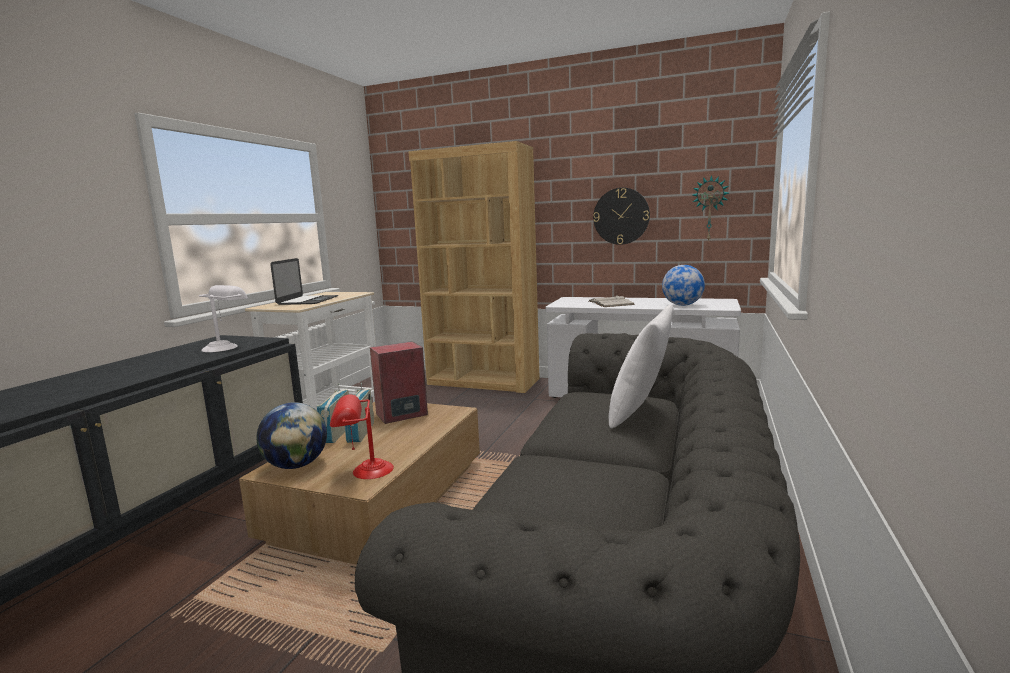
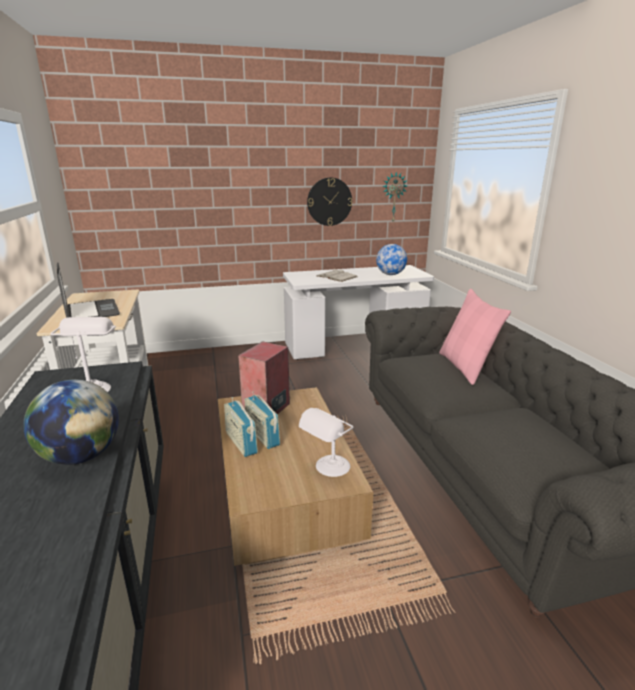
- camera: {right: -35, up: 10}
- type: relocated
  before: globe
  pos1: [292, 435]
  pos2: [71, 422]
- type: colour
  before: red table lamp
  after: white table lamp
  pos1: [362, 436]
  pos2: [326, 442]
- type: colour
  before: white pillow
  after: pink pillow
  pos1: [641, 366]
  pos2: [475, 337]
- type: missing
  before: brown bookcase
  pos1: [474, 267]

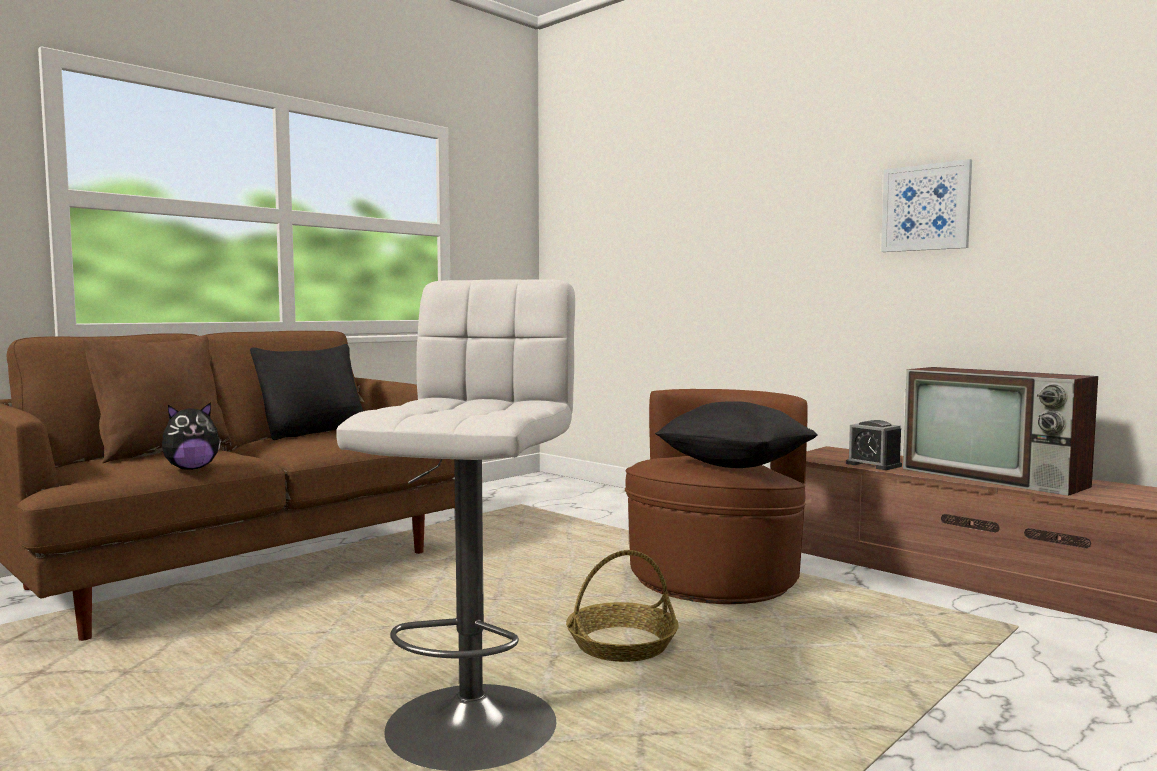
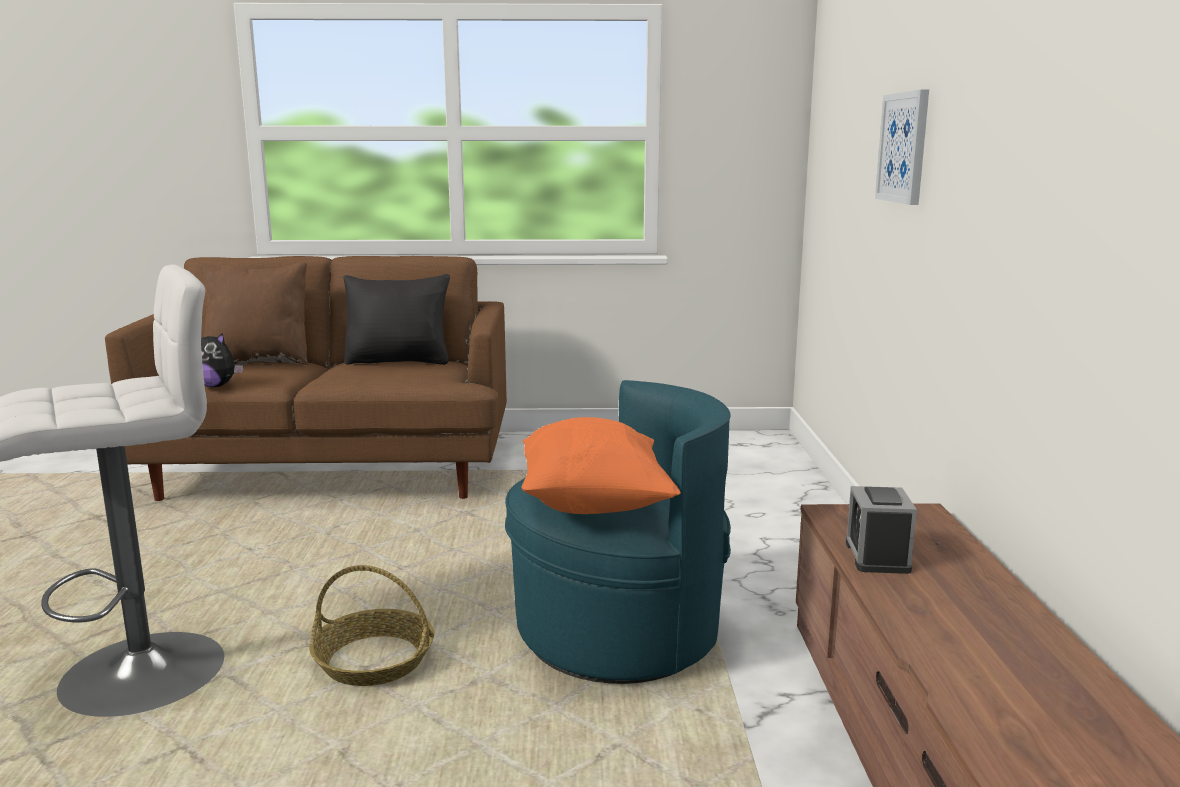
- camera: {right: 45, up: 10}
- type: colour
  before: brown armchair
  after: turquoise armchair
  pos1: [716, 496]
  pos2: [618, 532]
- type: colour
  before: black pillow
  after: orange pillow
  pos1: [736, 434]
  pos2: [601, 465]
- type: relocated
  before: picture
  pos1: [926, 205]
  pos2: [902, 147]
- type: missing
  before: television
  pos1: [1000, 431]

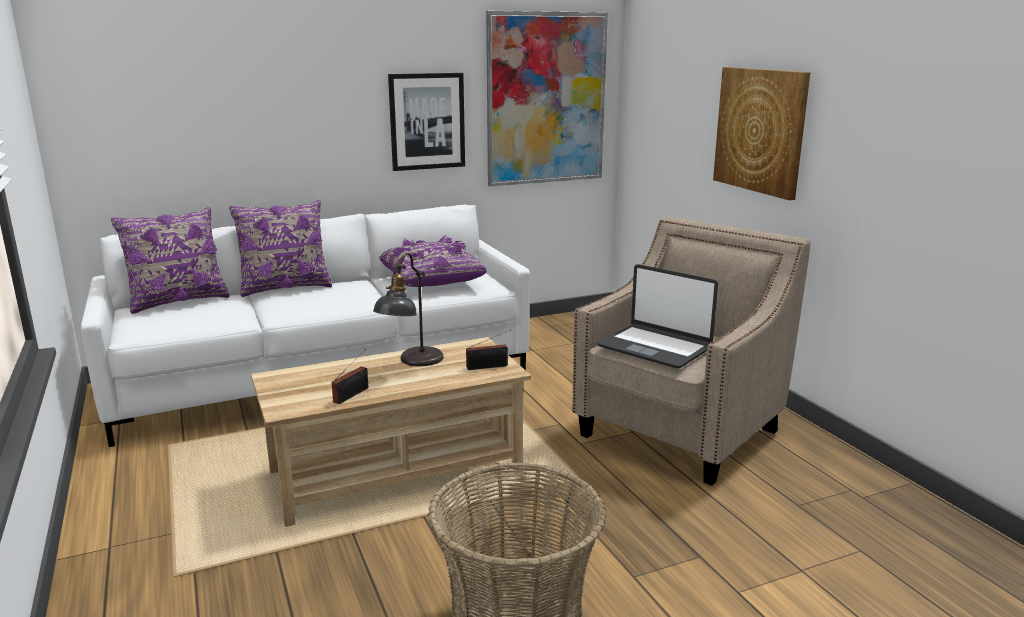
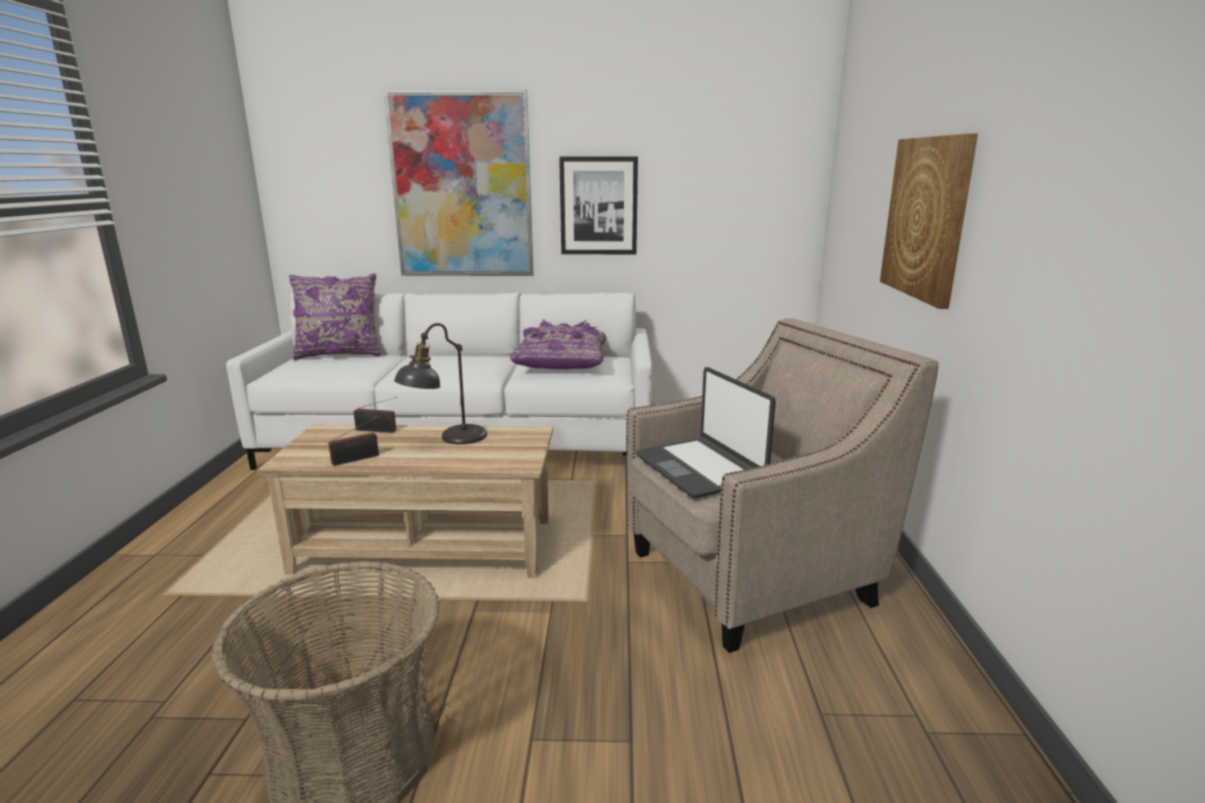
- camera: {right: 25, up: 0}
- type: relocated
  before: radio
  pos1: [488, 350]
  pos2: [375, 415]
- type: relocated
  before: picture
  pos1: [547, 98]
  pos2: [458, 183]
- type: missing
  before: purple pillow
  pos1: [280, 248]

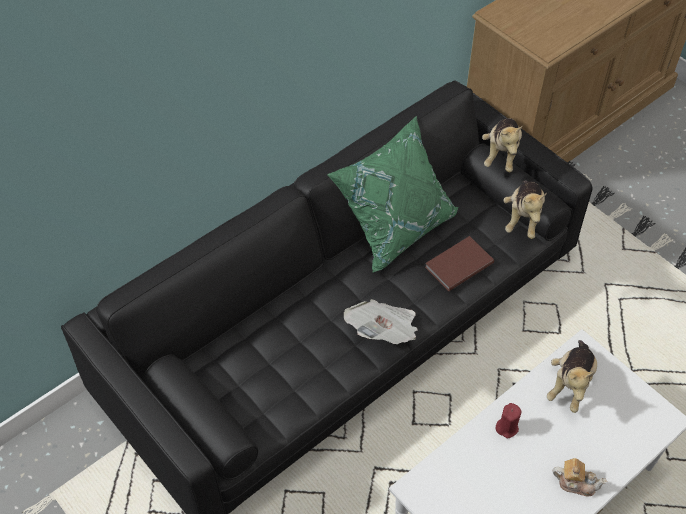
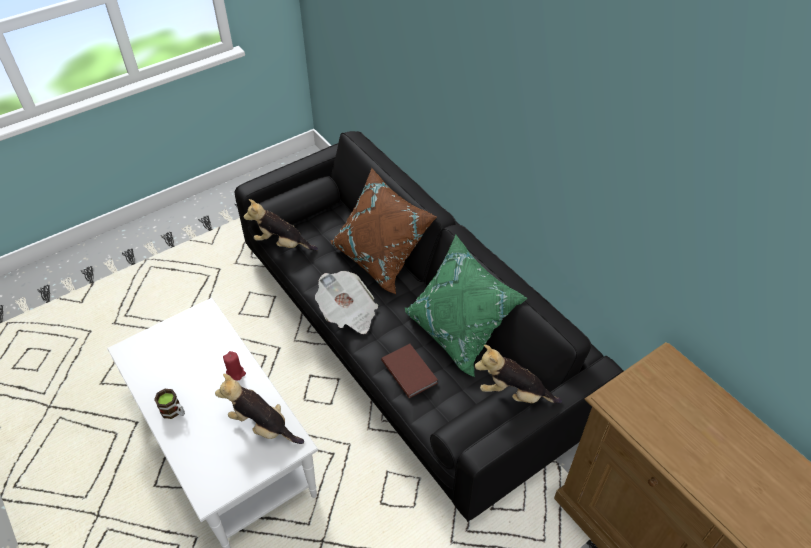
- camera: {right: 95, up: -5}
- type: exchanged
  before: teapot
  after: mug
  pos1: [580, 477]
  pos2: [169, 404]
- type: relocated
  before: plush toy
  pos1: [525, 209]
  pos2: [281, 225]
- type: appeared
  after: brown pillow
  pos2: [383, 231]

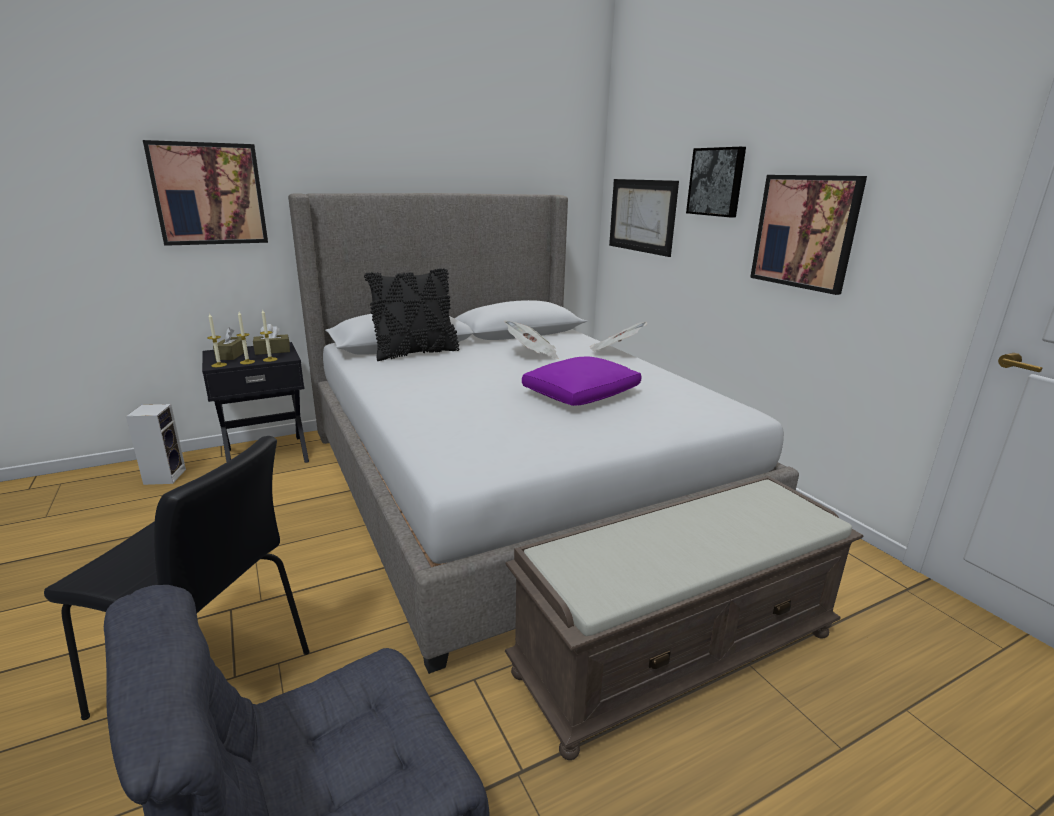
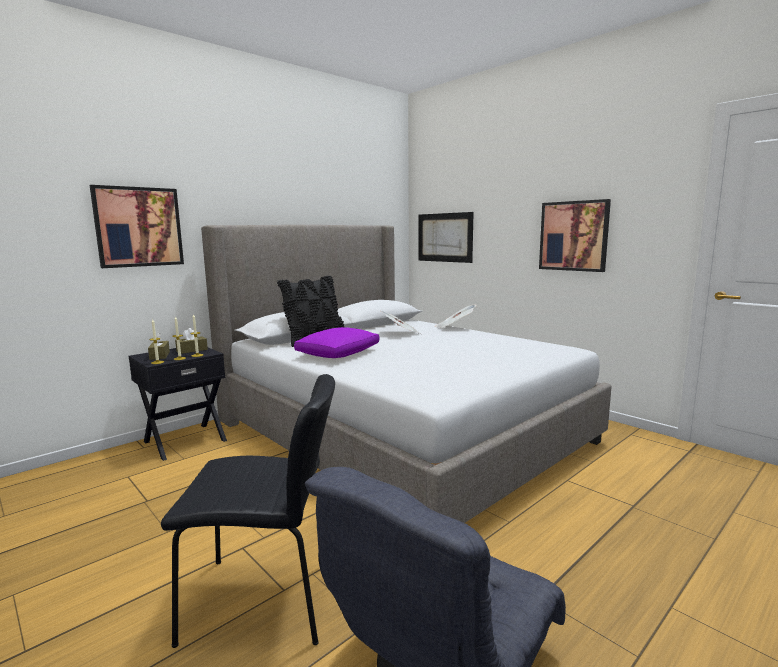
- camera: {right: -15, up: -10}
- type: relocated
  before: purple pillow
  pos1: [582, 381]
  pos2: [336, 342]
- type: missing
  before: speaker
  pos1: [156, 444]
- type: missing
  before: brown bench
  pos1: [684, 618]
- type: missing
  before: picture
  pos1: [716, 182]

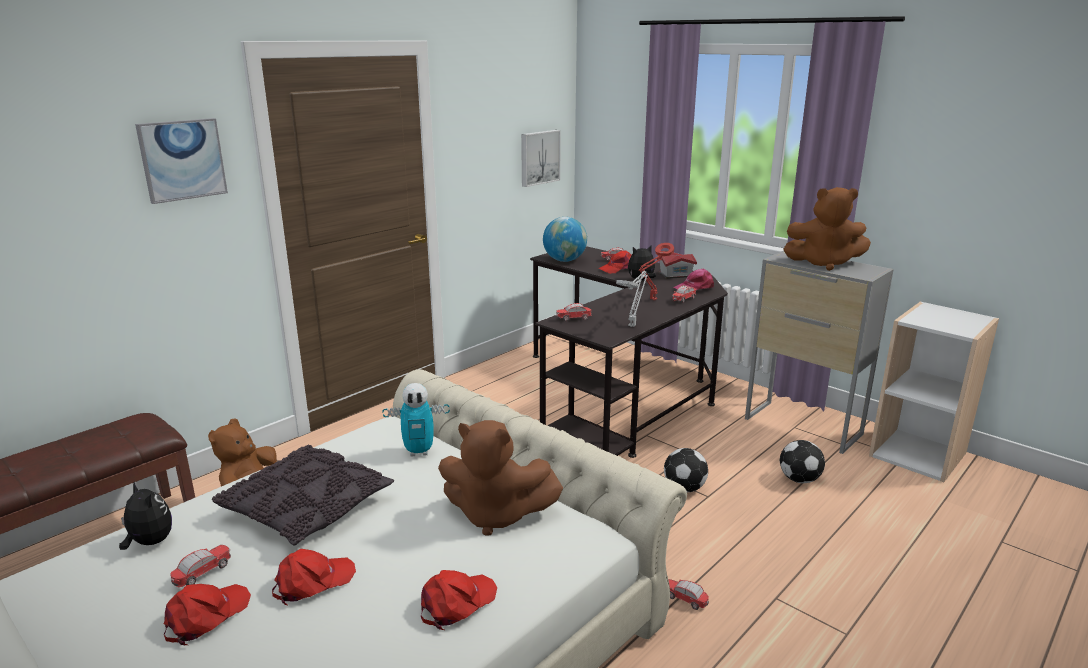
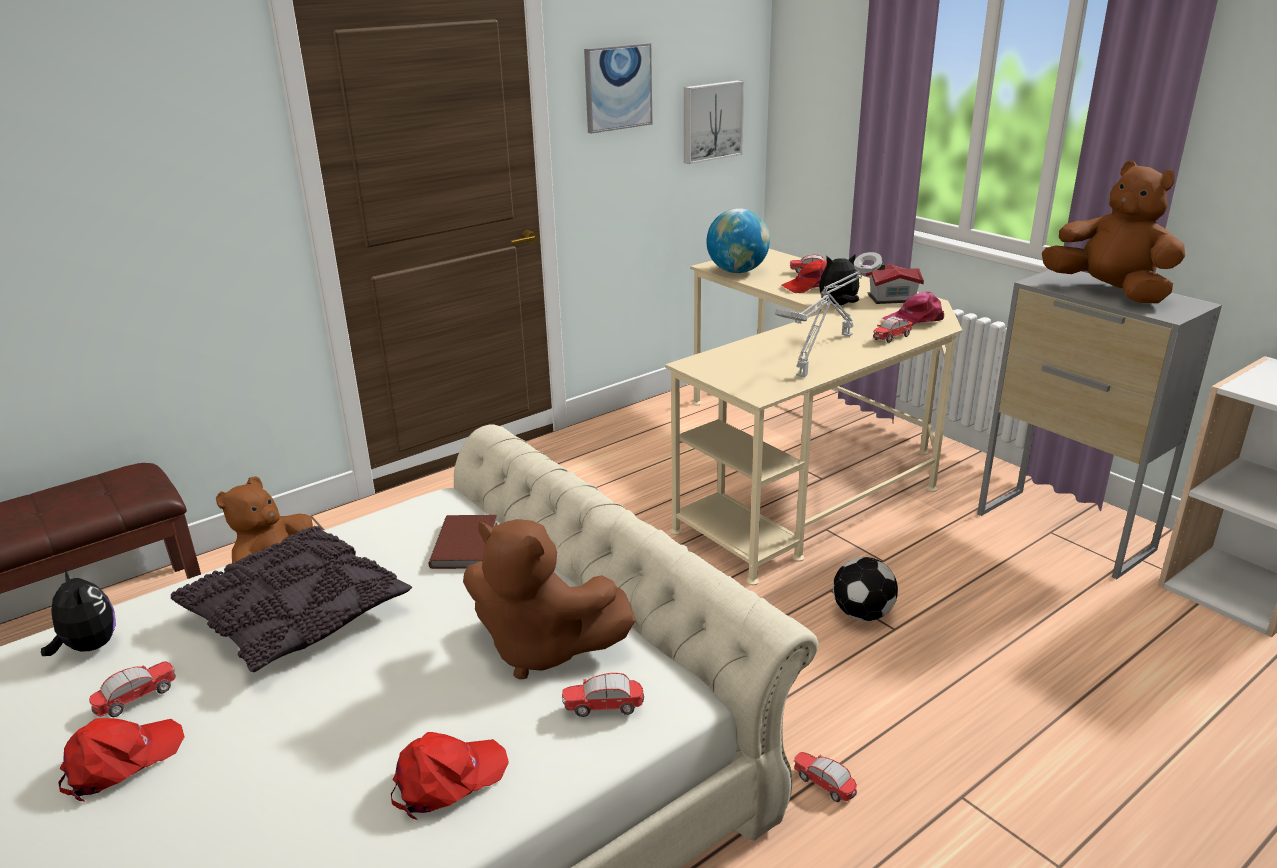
- camera: {right: 10, up: 5}
- type: exchanged
  before: toy robot
  after: brown book
  pos1: [416, 420]
  pos2: [463, 542]
- type: relocated
  before: toy car
  pos1: [574, 312]
  pos2: [603, 695]
- type: relocated
  before: picture
  pos1: [181, 161]
  pos2: [618, 88]
- type: colour
  before: black desk
  after: beige desk
  pos1: [629, 352]
  pos2: [813, 417]
- type: colour
  before: red table lamp
  after: grey table lamp
  pos1: [656, 271]
  pos2: [851, 294]
- type: spun
  before: brown plush toy
  pos1: [827, 229]
  pos2: [1113, 232]
  turn: -150
- type: missing
  before: red cap
  pos1: [314, 577]
- type: missing
  before: football
  pos1: [802, 461]

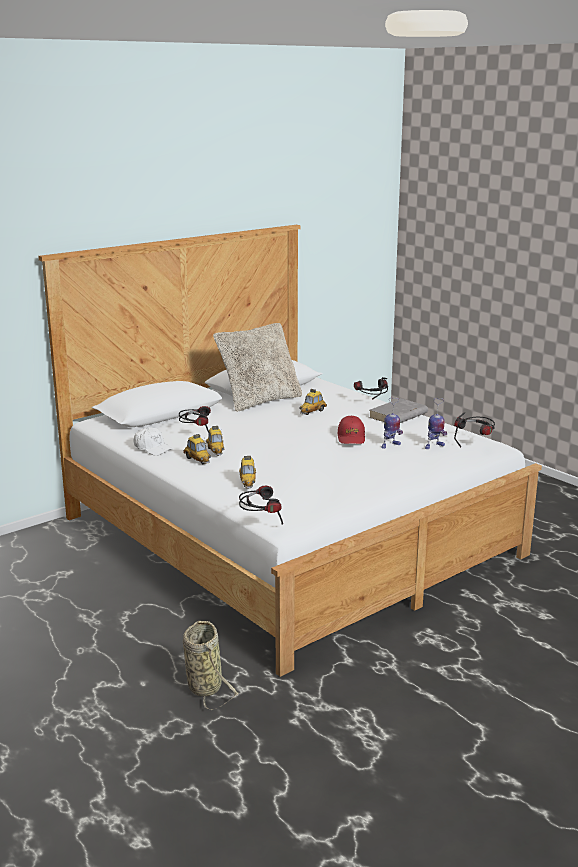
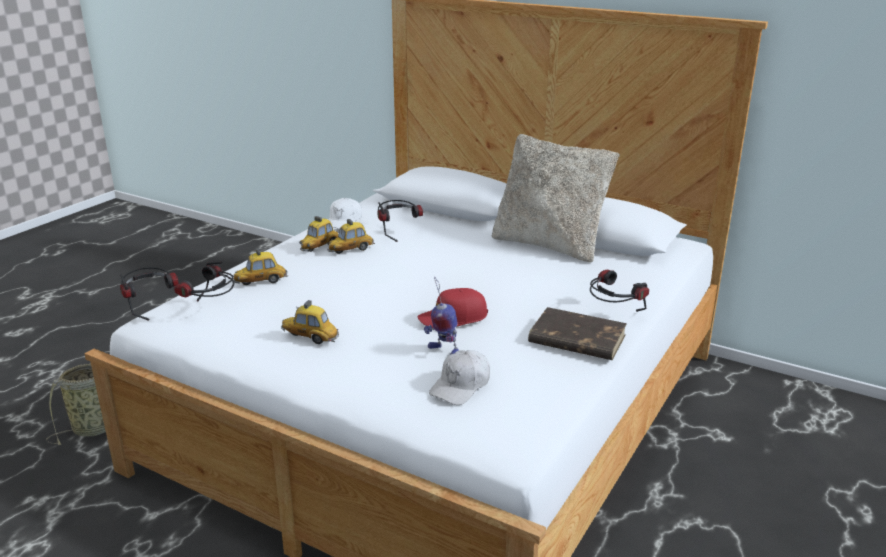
- camera: {right: 70, up: 5}
- type: relocated
  before: headphones
  pos1: [474, 429]
  pos2: [204, 281]
- type: relocated
  before: toy car
  pos1: [313, 402]
  pos2: [310, 322]
- type: exchanged
  before: toy robot
  after: white cap
  pos1: [436, 423]
  pos2: [459, 377]
- type: colour
  before: grey book
  after: brown book
  pos1: [398, 410]
  pos2: [577, 333]

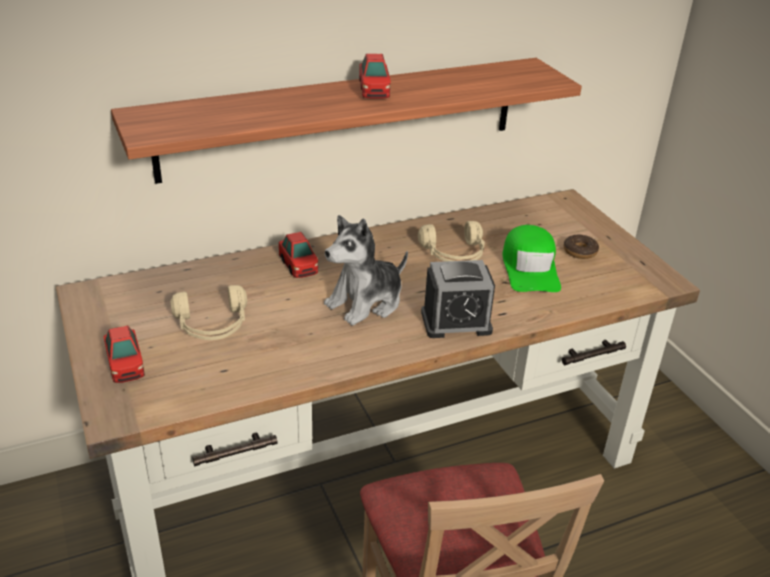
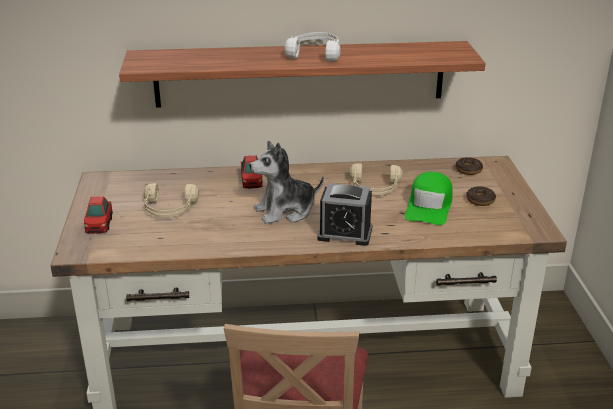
- camera: {right: 20, up: -5}
- type: exchanged
  before: toy car
  after: white headphones
  pos1: [374, 76]
  pos2: [312, 46]
- type: appeared
  after: donut
  pos2: [469, 166]

